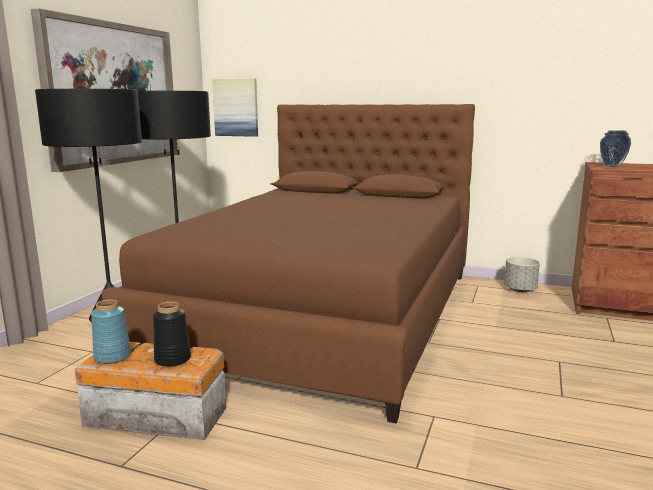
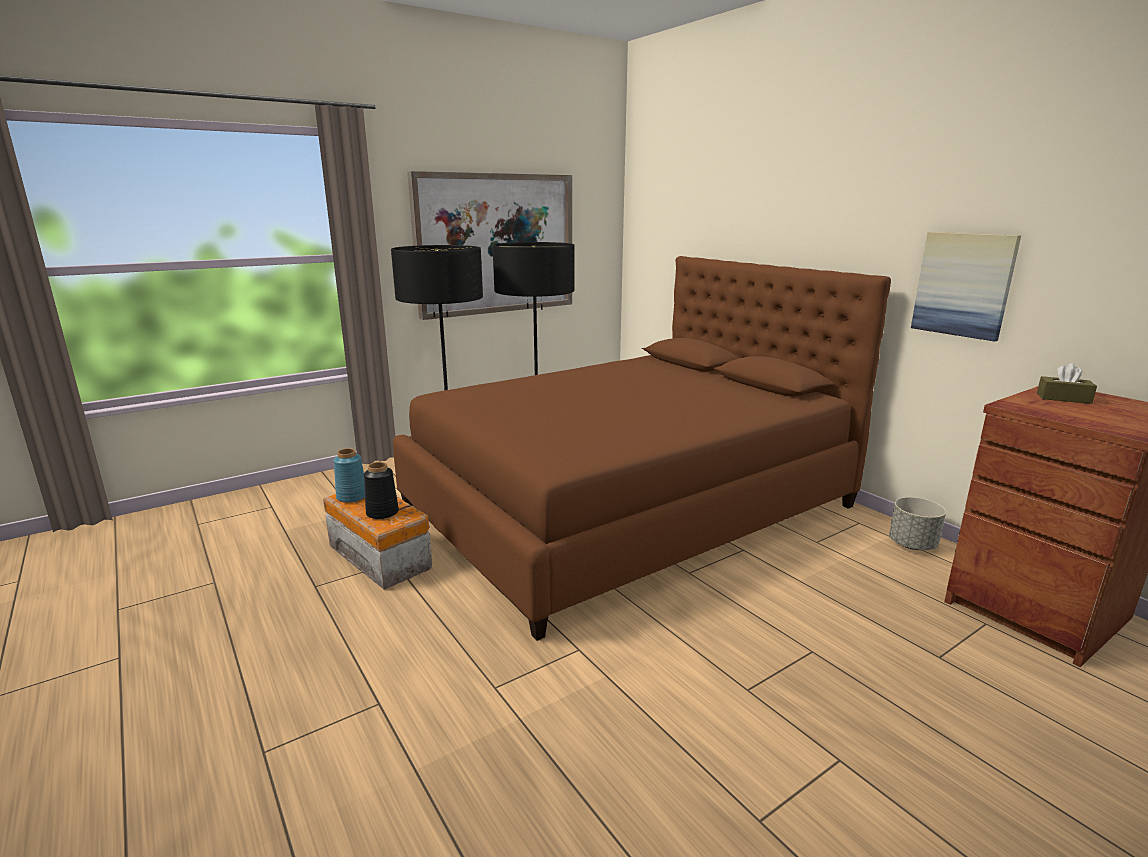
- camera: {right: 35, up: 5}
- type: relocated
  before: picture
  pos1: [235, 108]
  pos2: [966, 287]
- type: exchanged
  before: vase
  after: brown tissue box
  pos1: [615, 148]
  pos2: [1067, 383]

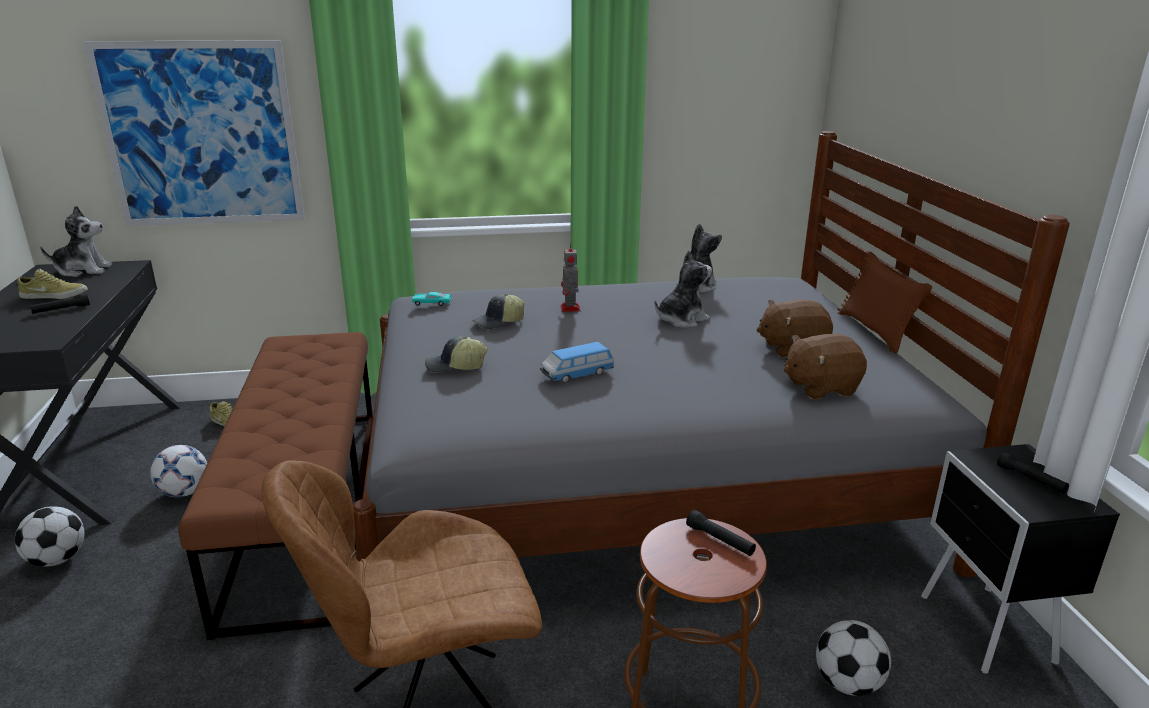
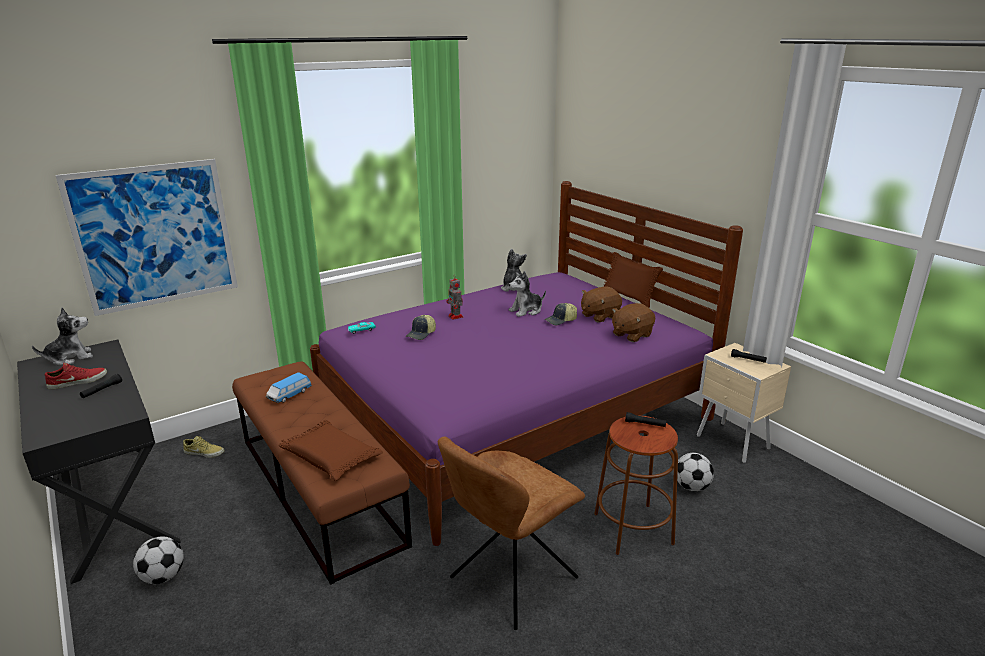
- camera: {right: -25, up: 0}
- type: colour
  before: beige shoe
  after: red shoe
  pos1: [52, 284]
  pos2: [76, 376]
- type: relocated
  before: toy car
  pos1: [577, 362]
  pos2: [289, 387]
- type: appeared
  after: brown pillow
  pos2: [331, 450]
- type: colour
  before: grey bed
  after: purple bed
  pos1: [711, 354]
  pos2: [526, 363]
- type: spun
  before: plush toy
  pos1: [683, 289]
  pos2: [527, 294]
  turn: -150
- type: relocated
  before: cap
  pos1: [456, 354]
  pos2: [560, 314]
- type: colour
  before: black nightstand
  after: beige nightstand
  pos1: [1020, 559]
  pos2: [744, 403]
- type: missing
  before: football
  pos1: [178, 471]

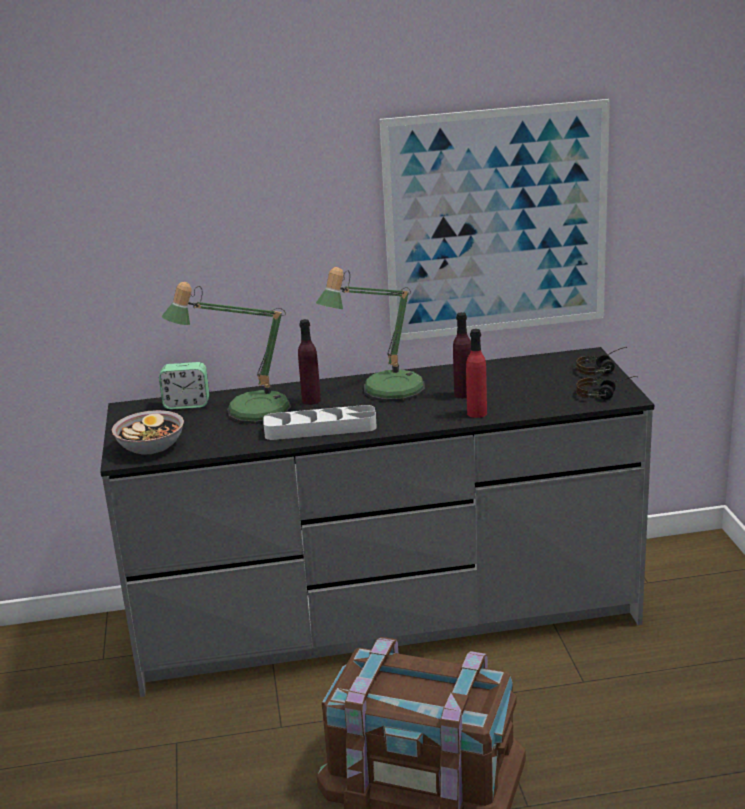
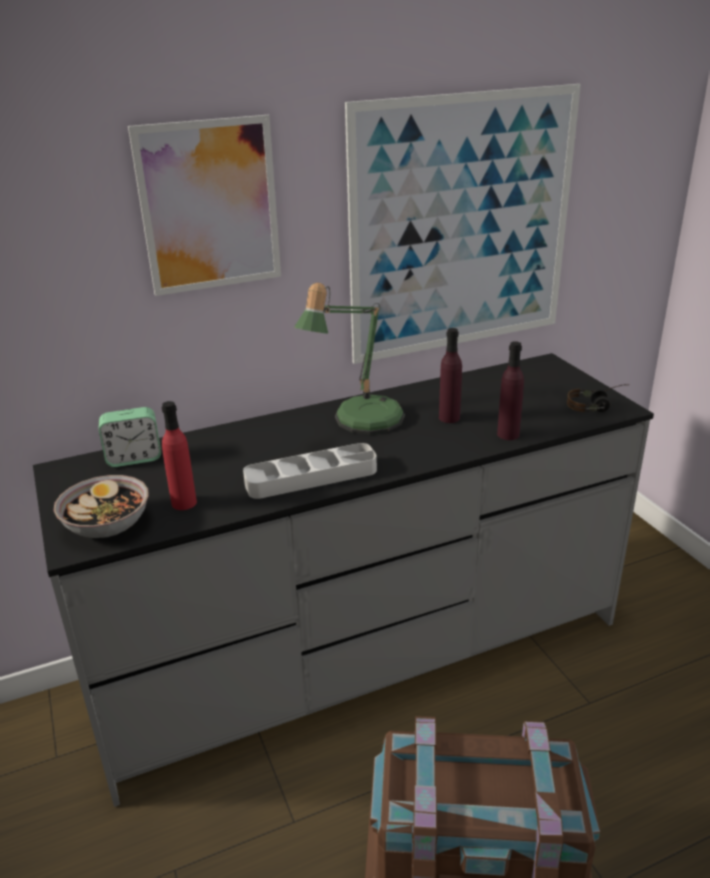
- camera: {right: -15, up: 5}
- type: appeared
  after: picture
  pos2: [204, 205]
- type: relocated
  before: red bottle
  pos1: [476, 373]
  pos2: [179, 455]
- type: relocated
  before: purple bottle
  pos1: [309, 362]
  pos2: [510, 390]
- type: missing
  before: table lamp
  pos1: [226, 353]
- type: missing
  before: headphones
  pos1: [601, 361]

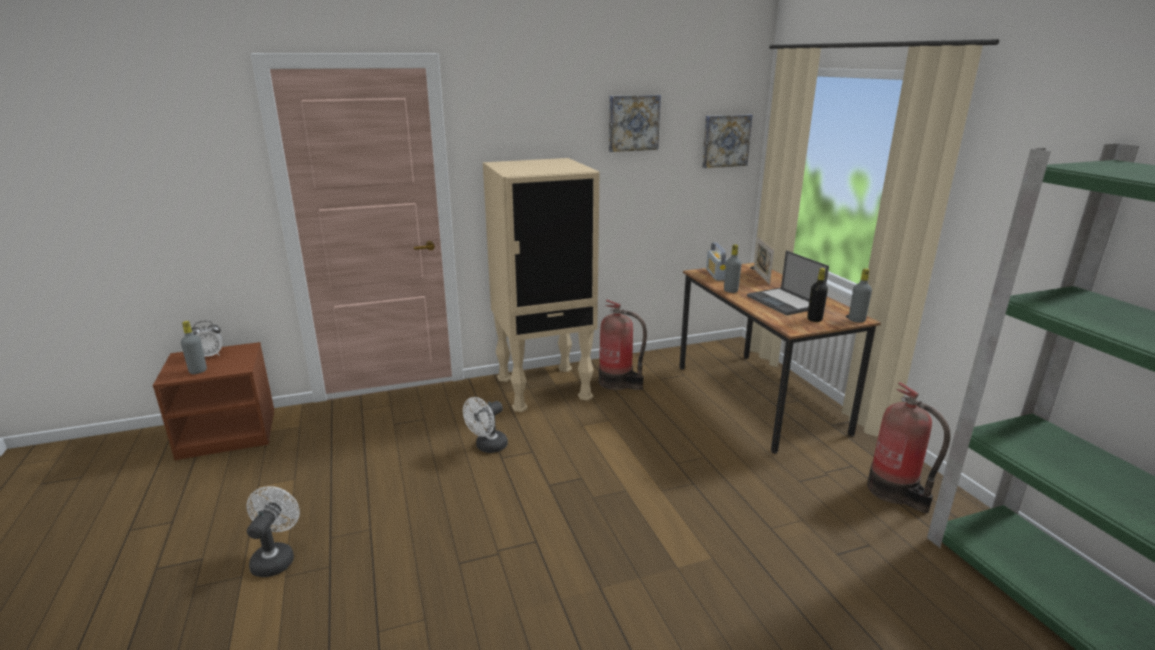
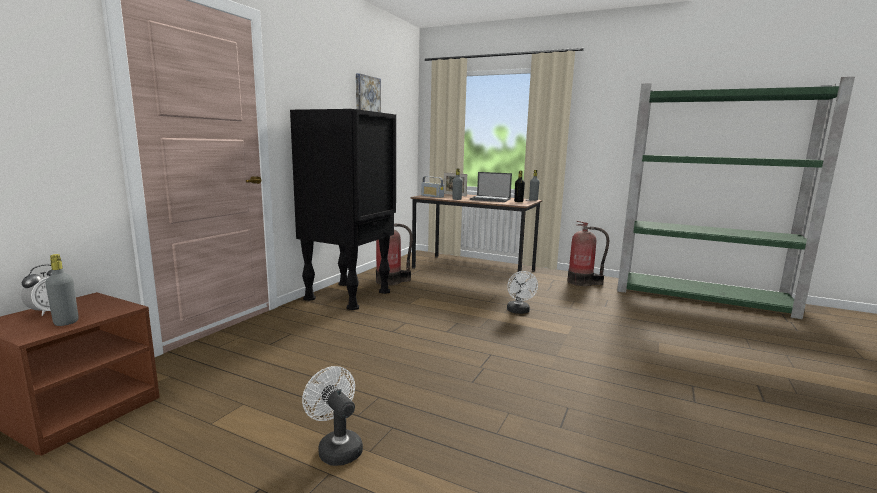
- camera: {right: -45, up: -10}
- type: colour
  before: beige cabinet
  after: black cabinet
  pos1: [541, 285]
  pos2: [343, 209]
- type: relocated
  before: white fan
  pos1: [485, 425]
  pos2: [522, 292]
- type: missing
  before: picture
  pos1: [727, 141]

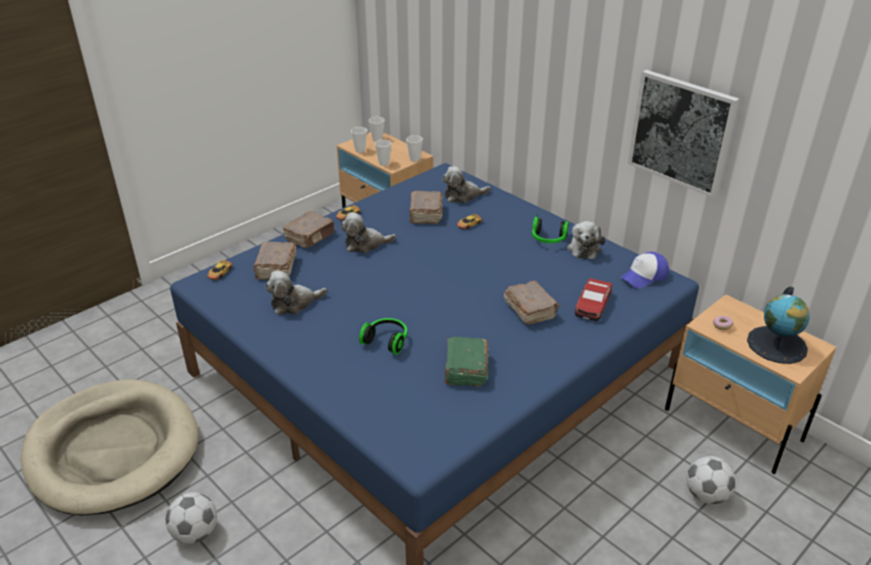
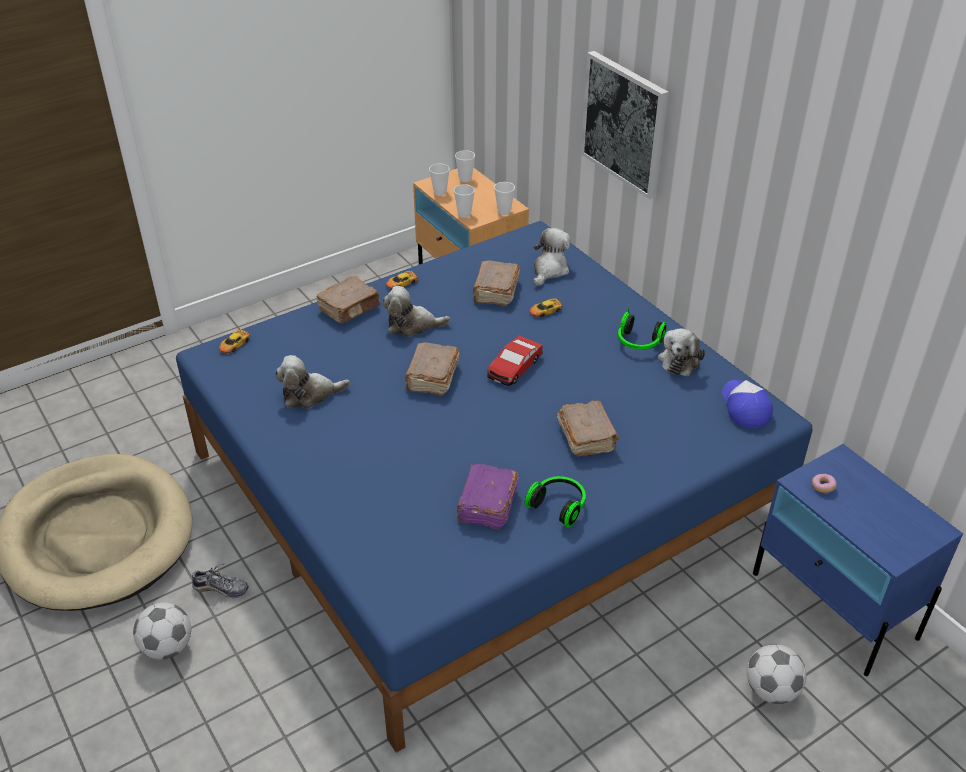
- camera: {right: 10, up: 5}
- type: appeared
  after: shoe
  pos2: [220, 581]
- type: relocated
  before: brown book
  pos1: [275, 261]
  pos2: [432, 369]
- type: colour
  before: green book
  after: purple book
  pos1: [467, 362]
  pos2: [488, 497]
- type: relocated
  before: toy car
  pos1: [593, 299]
  pos2: [515, 361]
- type: relocated
  before: headphones
  pos1: [383, 336]
  pos2: [555, 502]
- type: spun
  before: plush toy
  pos1: [466, 184]
  pos2: [551, 257]
  turn: 120
- type: relocated
  before: picture
  pos1: [684, 134]
  pos2: [625, 125]
- type: spun
  before: cap
  pos1: [644, 270]
  pos2: [747, 404]
  turn: 105
- type: colour
  before: beige nightstand
  after: blue nightstand
  pos1: [751, 384]
  pos2: [858, 560]
- type: missing
  before: globe
  pos1: [778, 325]

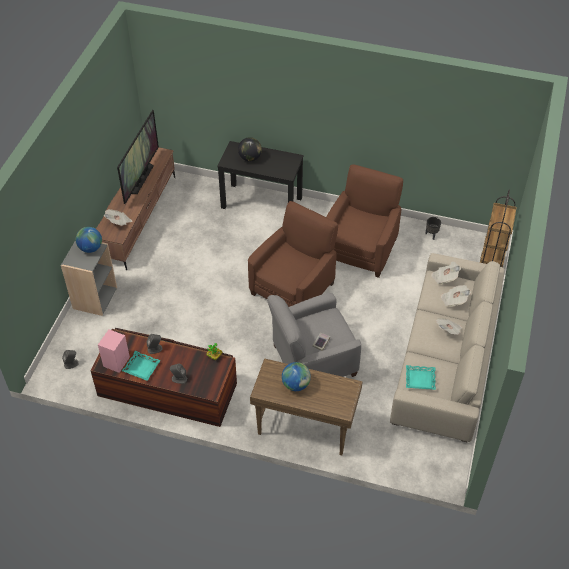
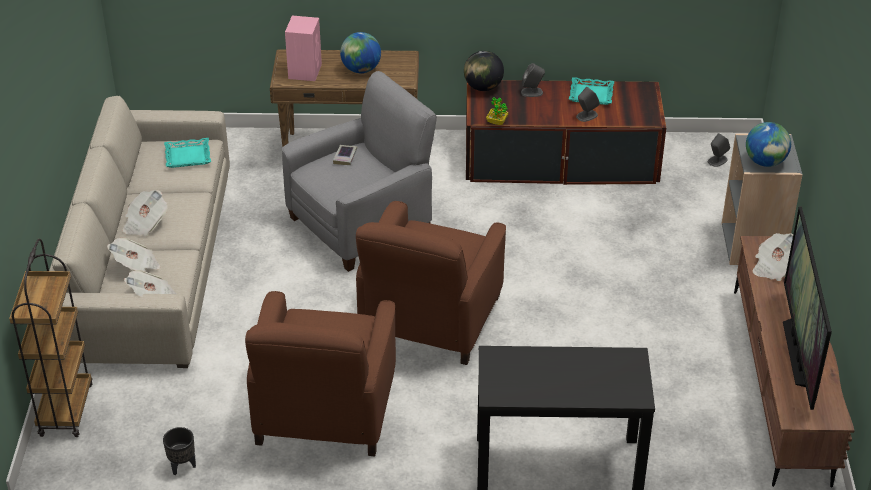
- camera: {right: 165, up: -10}
- type: relocated
  before: pink speaker
  pos1: [114, 351]
  pos2: [303, 48]
- type: relocated
  before: globe
  pos1: [250, 149]
  pos2: [484, 71]

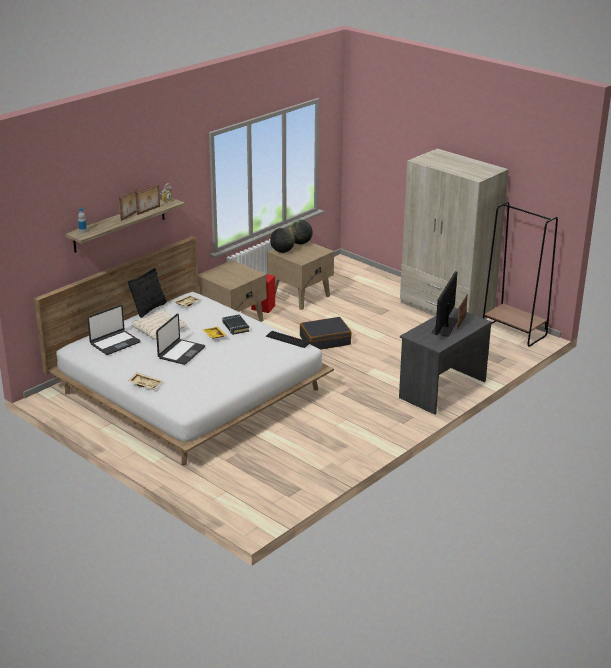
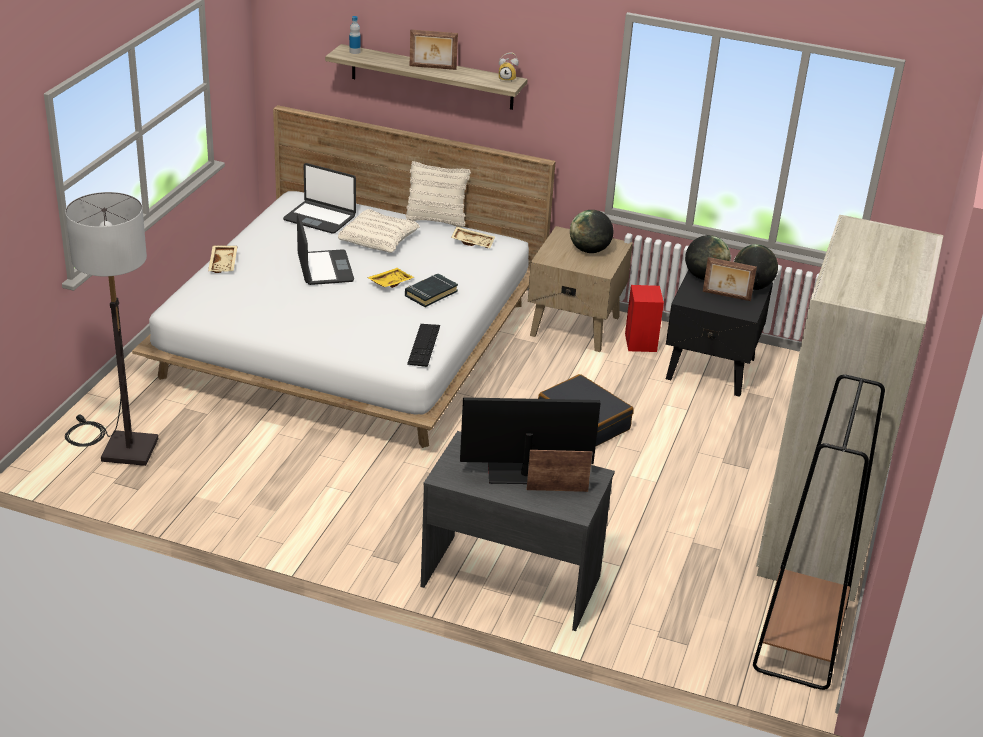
- camera: {right: 65, up: 5}
- type: appeared
  after: floor lamp
  pos2: [111, 329]
- type: spun
  before: laptop
  pos1: [180, 339]
  pos2: [325, 249]
  turn: -105
- type: colour
  before: black pillow
  after: beige pillow
  pos1: [147, 293]
  pos2: [438, 194]
- type: appeared
  after: globe
  pos2: [591, 231]
- type: colour
  before: beige nightstand
  after: black nightstand
  pos1: [300, 276]
  pos2: [719, 333]
- type: relocated
  before: picture frame
  pos1: [147, 199]
  pos2: [730, 279]

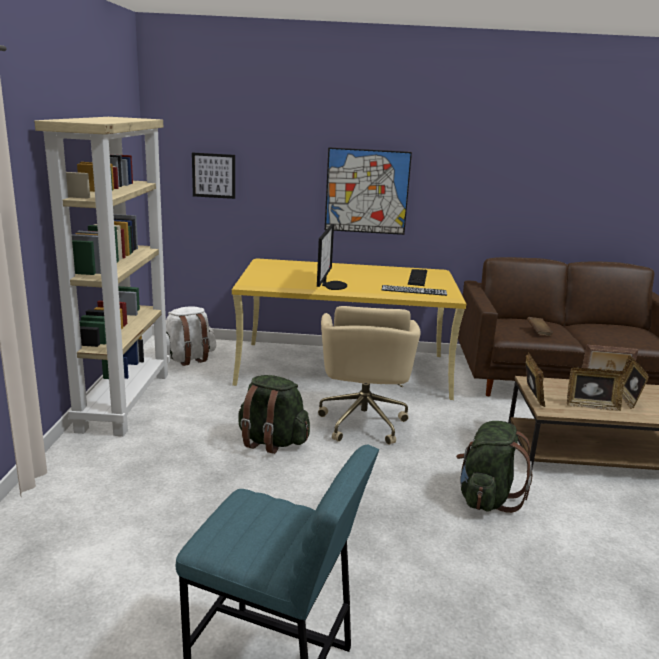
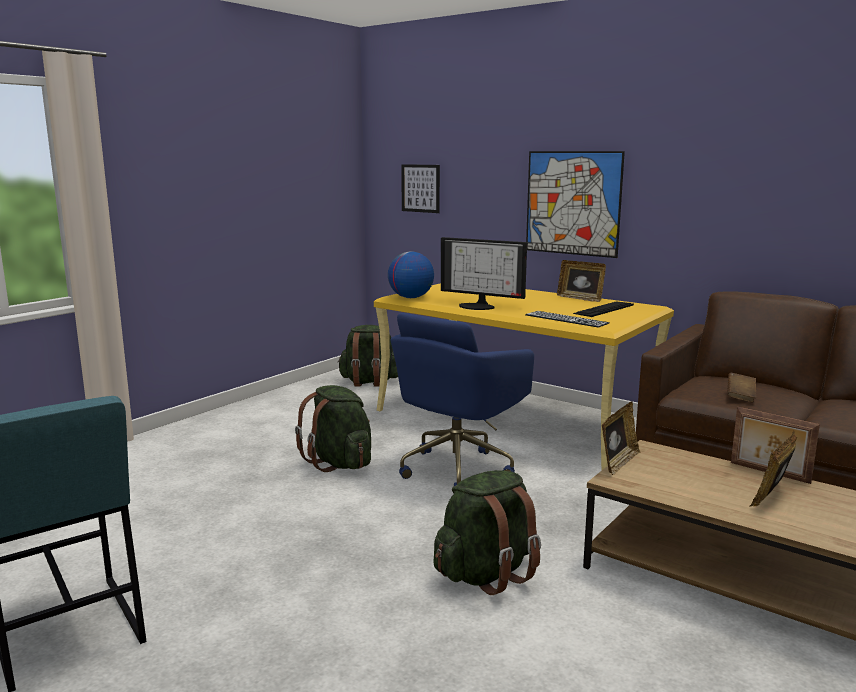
- camera: {right: 35, up: -5}
- type: colour
  before: white backpack
  after: green backpack
  pos1: [191, 336]
  pos2: [367, 356]
- type: appeared
  after: globe
  pos2: [411, 274]
- type: colour
  before: beige office chair
  after: blue office chair
  pos1: [369, 375]
  pos2: [462, 399]
- type: spun
  before: monitor
  pos1: [332, 257]
  pos2: [484, 273]
  turn: 75
- type: relocated
  before: picture frame
  pos1: [596, 389]
  pos2: [581, 281]
- type: missing
  before: beige bookcase
  pos1: [102, 276]

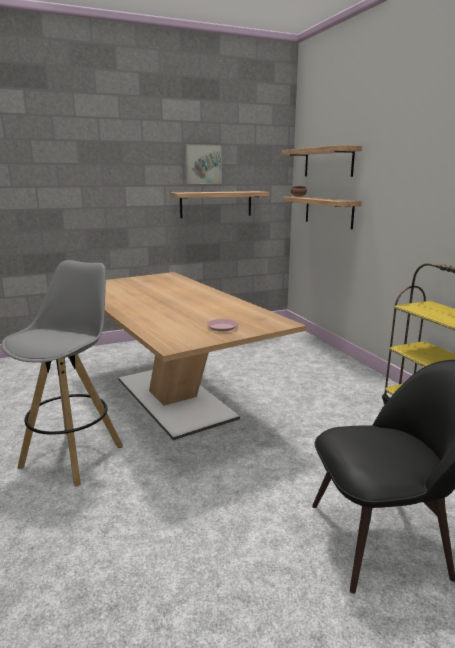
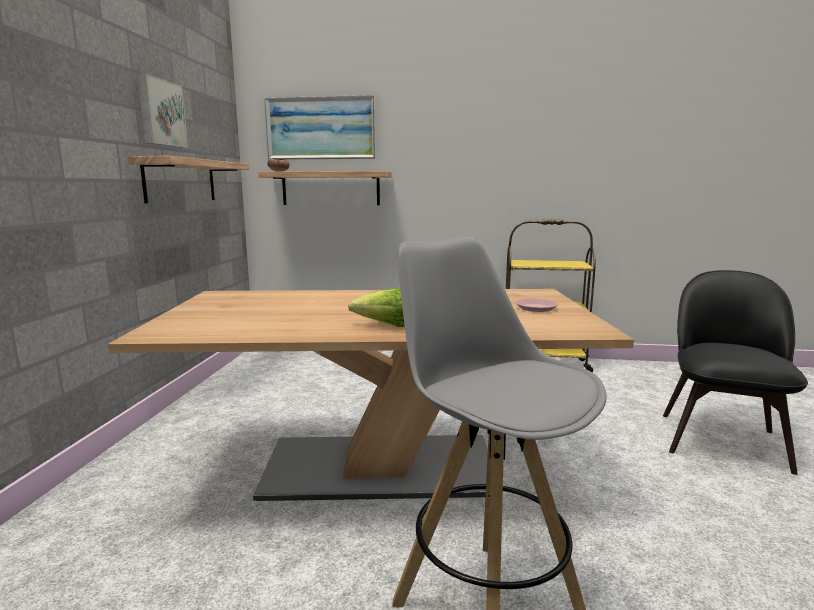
- camera: {right: -60, up: -5}
- type: exchanged
  before: shelf
  after: picture
  pos1: [321, 161]
  pos2: [320, 127]
- type: appeared
  after: lettuce
  pos2: [376, 307]

